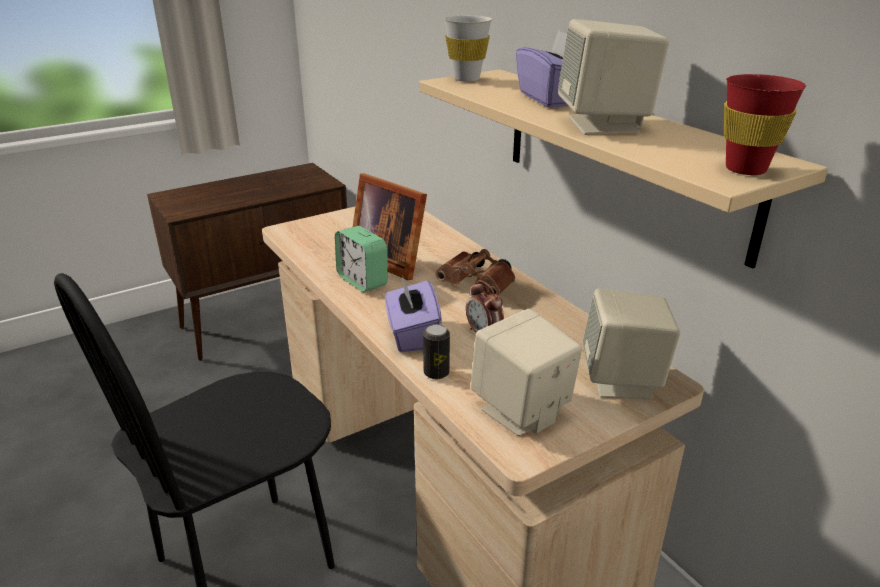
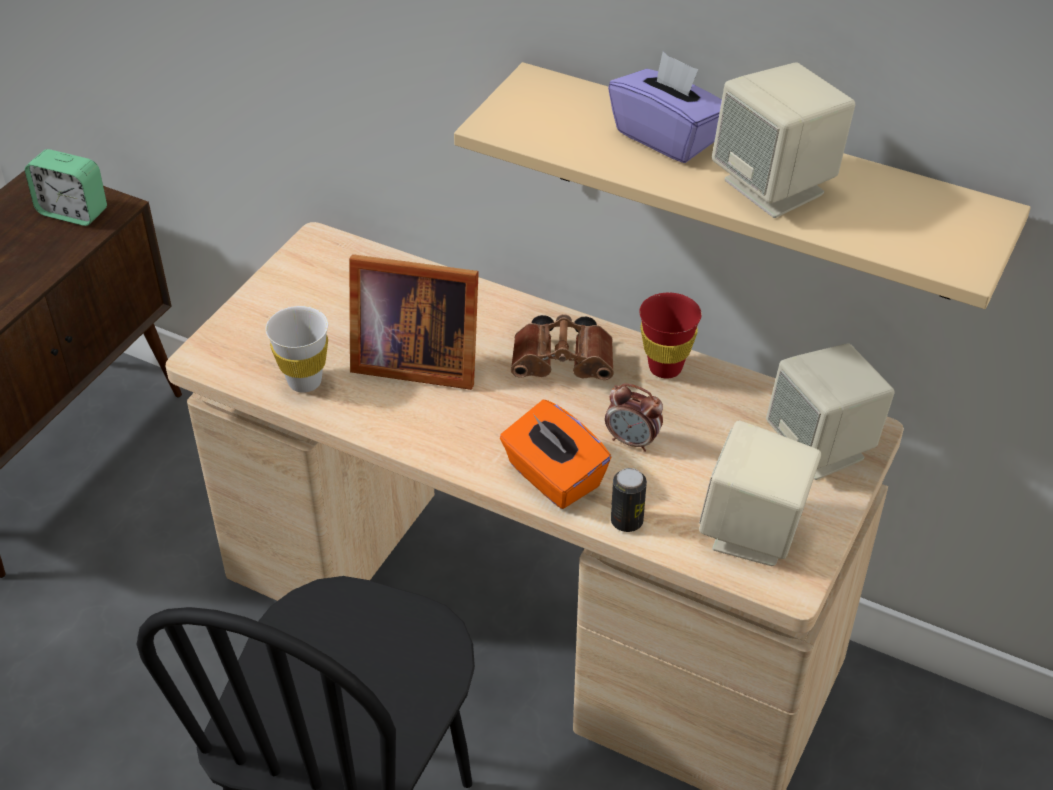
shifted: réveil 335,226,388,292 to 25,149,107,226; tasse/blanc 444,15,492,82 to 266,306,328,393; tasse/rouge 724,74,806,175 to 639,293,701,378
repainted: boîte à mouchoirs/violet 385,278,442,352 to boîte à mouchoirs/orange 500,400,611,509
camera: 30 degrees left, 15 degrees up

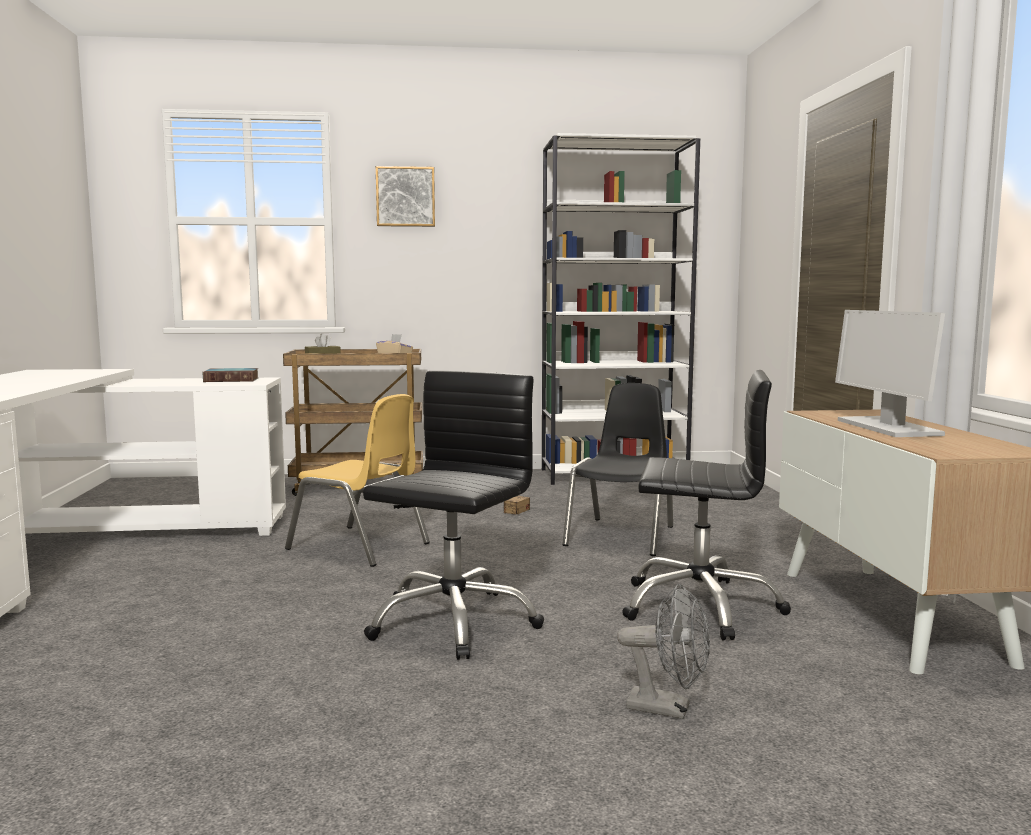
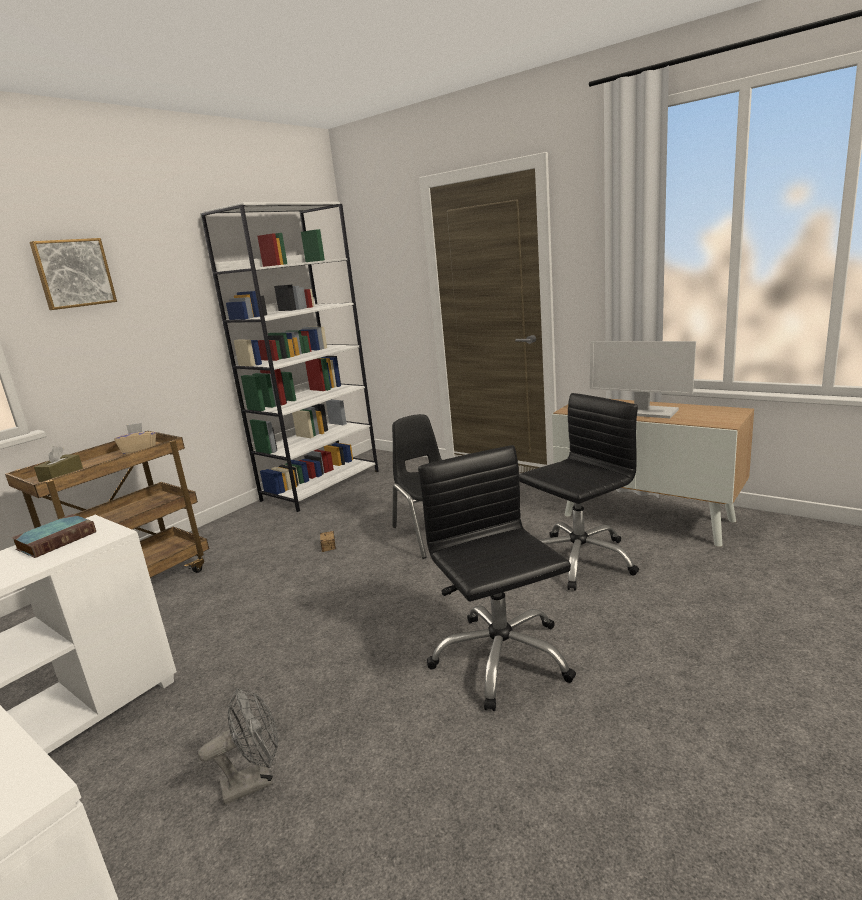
gone: chaise/jaune 285,394,430,567
shifted: ventilateur/gris 617,584,710,719 to 198,688,278,805
camera: 45 degrees left, 10 degrees up

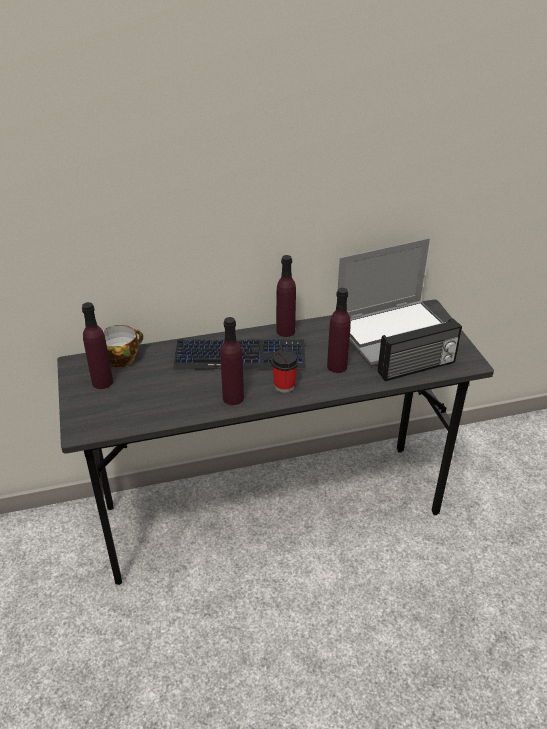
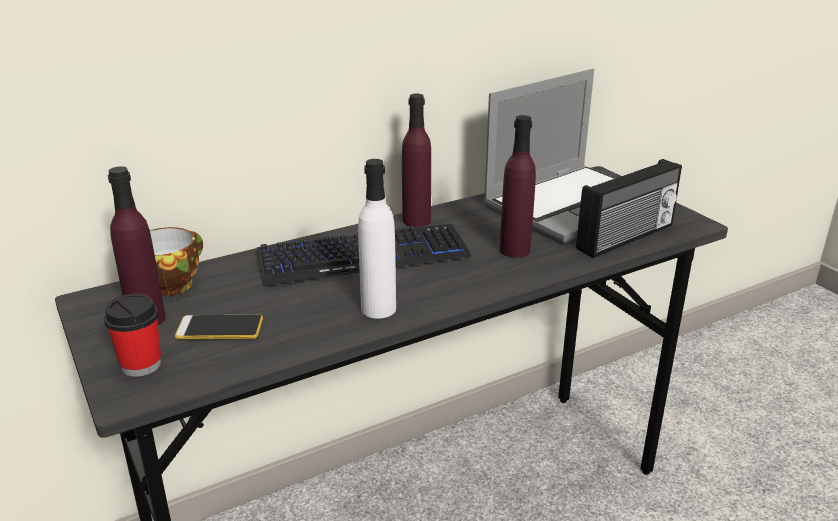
new: téléphone 175,315,263,340
shifted: tasse 271,349,298,393 to 104,294,161,377
repainted: bouteille/violet 220,317,244,405 to bouteille/blanc 358,159,396,319
camera: 15 degrees left, 10 degrees down

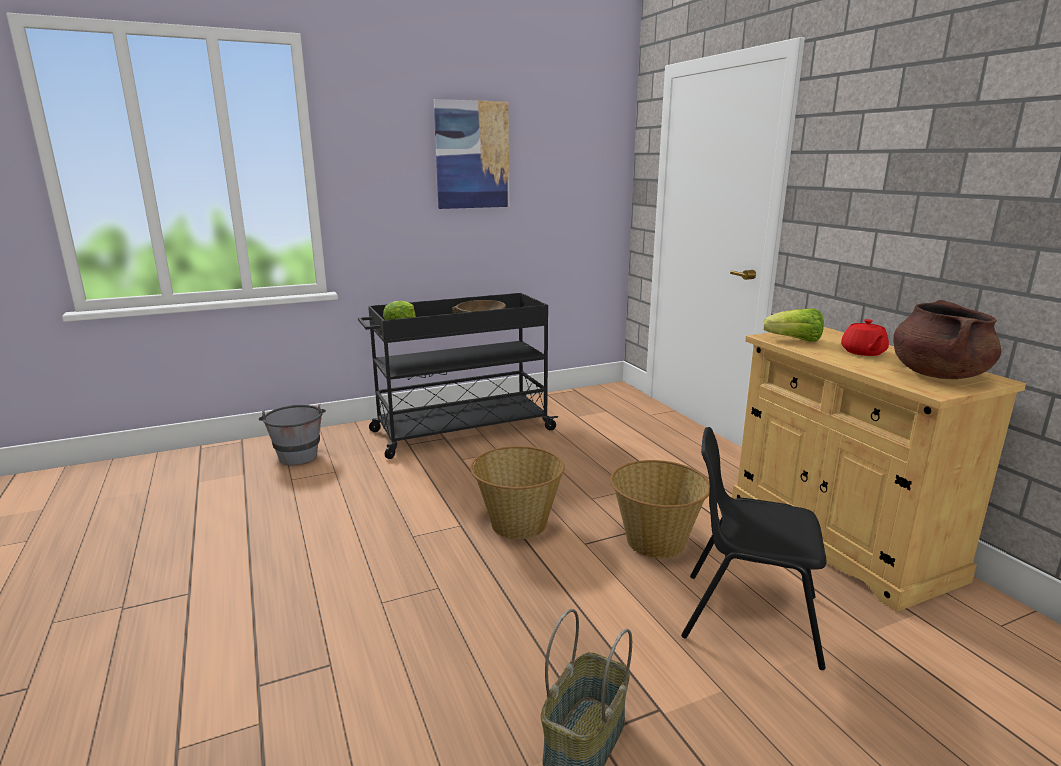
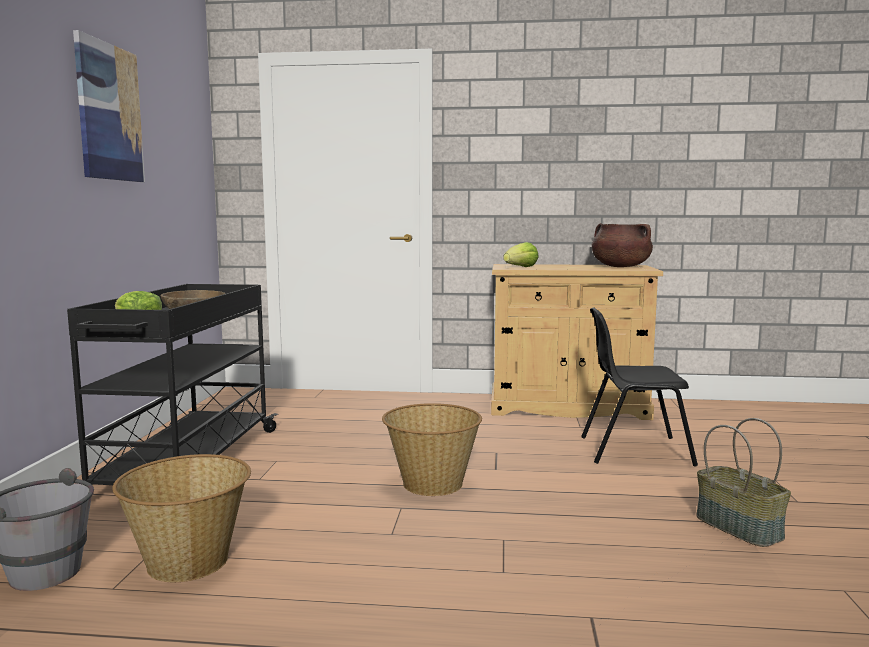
gone: théière/rouge 841,319,889,356
shifted: panier 610,460,710,558 to 112,454,251,582
rotated: chaise/noir 681,427,826,670 = 581,307,698,467 45 degrees clockwise
camera: 60 degrees left, 10 degrees down

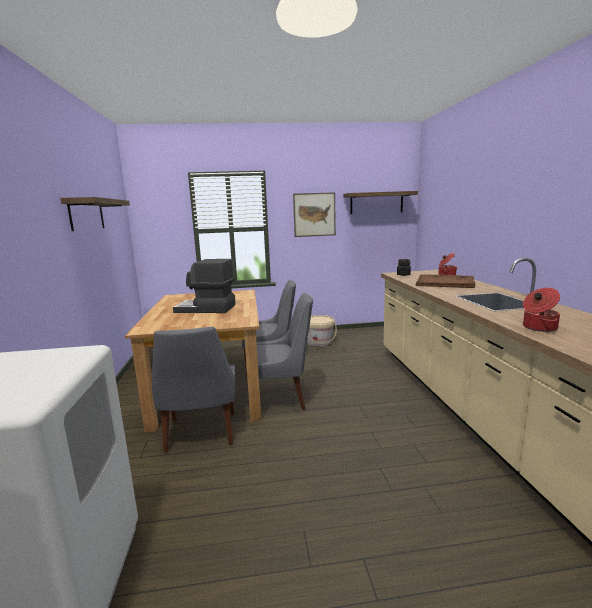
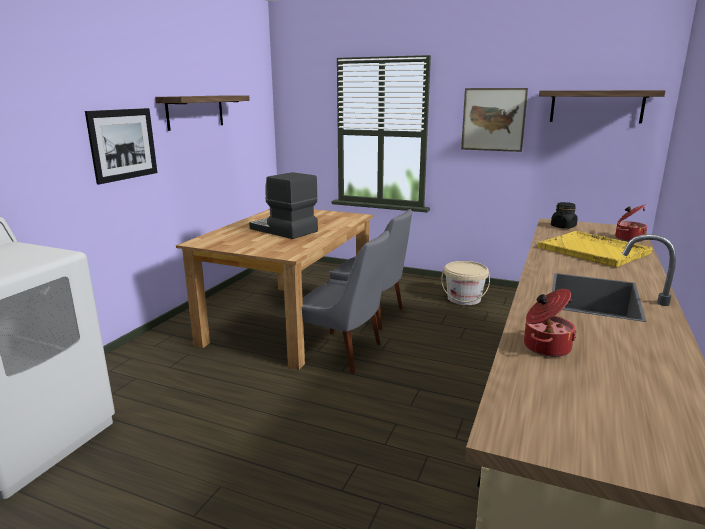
gone: chaise/gris 152,327,235,453
new: tableau 85,108,157,184
repainted: plateau/marron 416,274,475,288 to plateau/jaune 538,231,652,267
camera: 30 degrees right, 5 degrees up

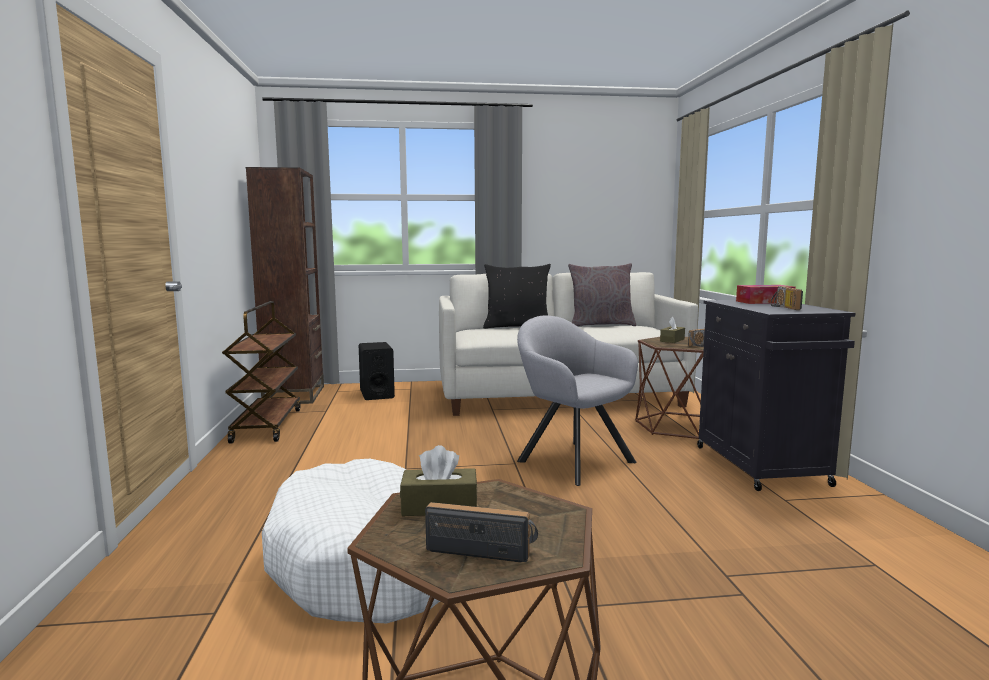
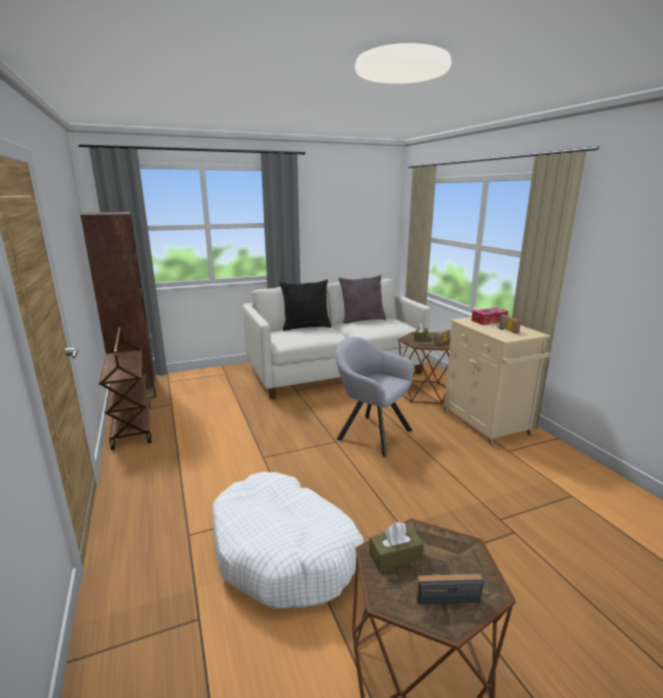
gone: enceinte/noir 359,342,395,400
repainted: meuble de rangement/noir 697,300,855,491 to meuble de rangement/beige 443,317,551,446
camera: 15 degrees left, 10 degrees up

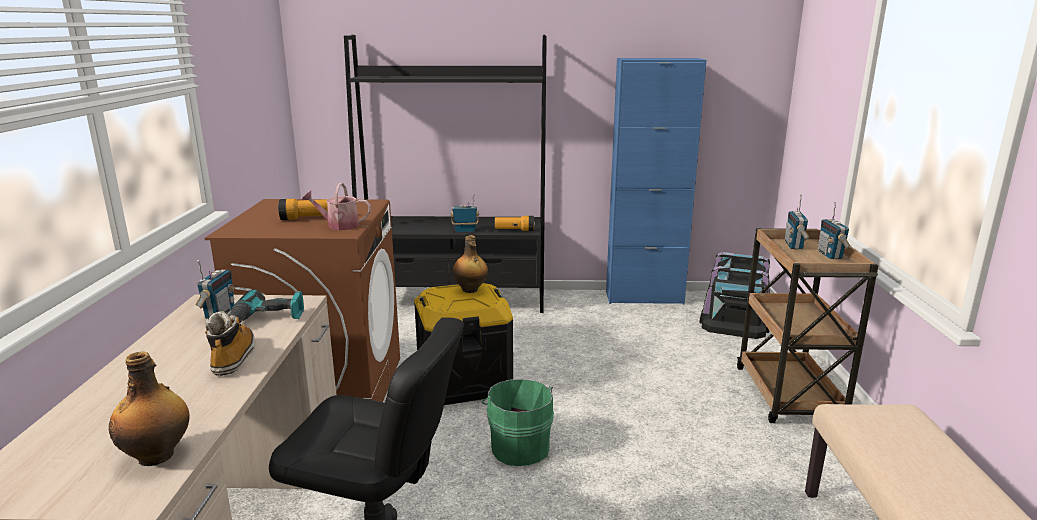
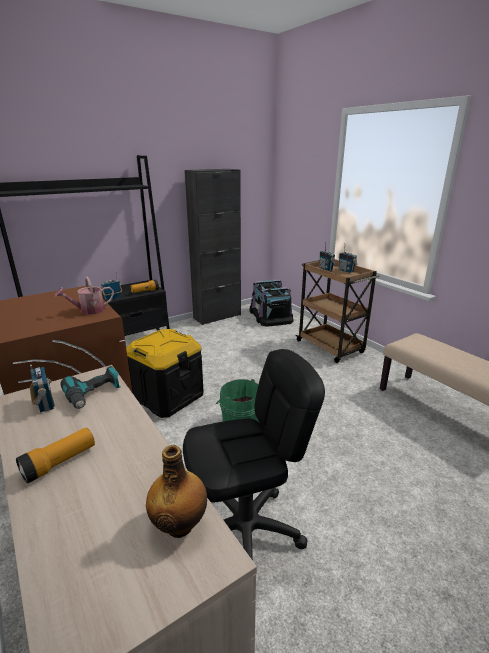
gone: botte 205,311,255,376; bouteille 453,235,488,293
shifted: lampe de poche 278,199,328,220 to 16,427,95,483
repainted: meuble de rangement/bleu 606,58,706,305 to meuble de rangement/noir 185,169,241,325
camera: 35 degrees left, 5 degrees up

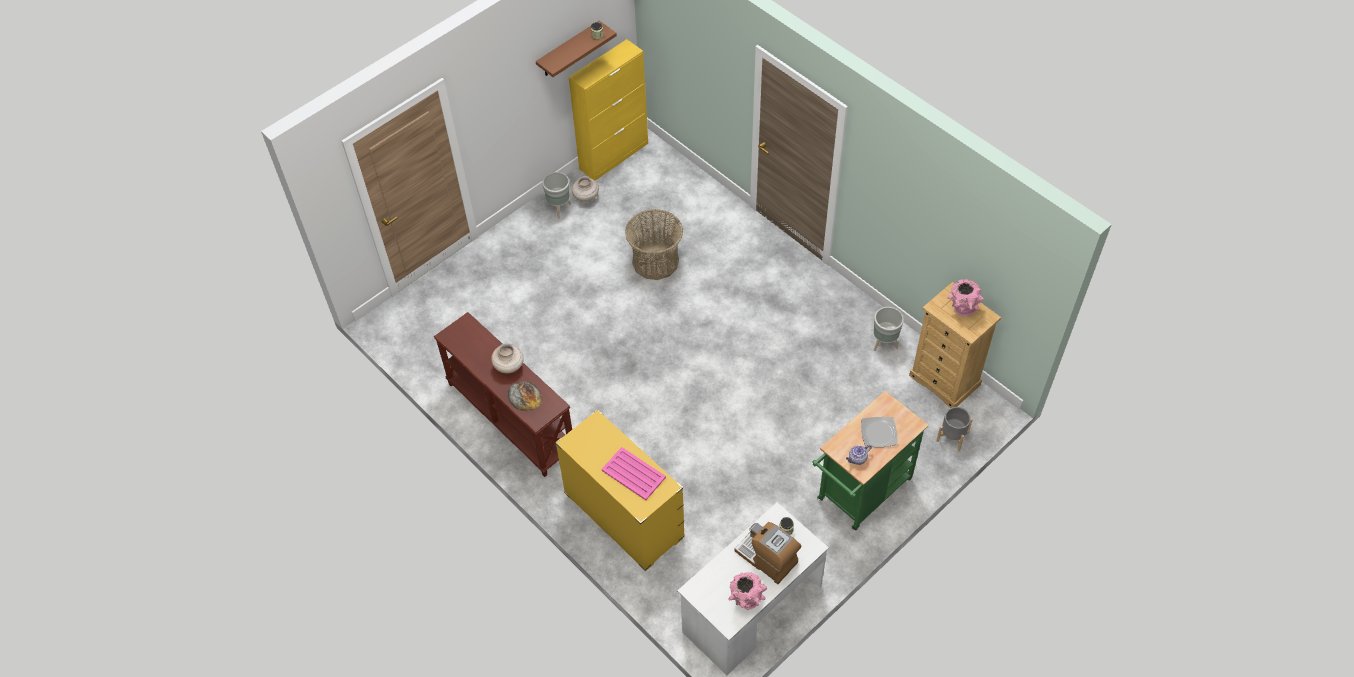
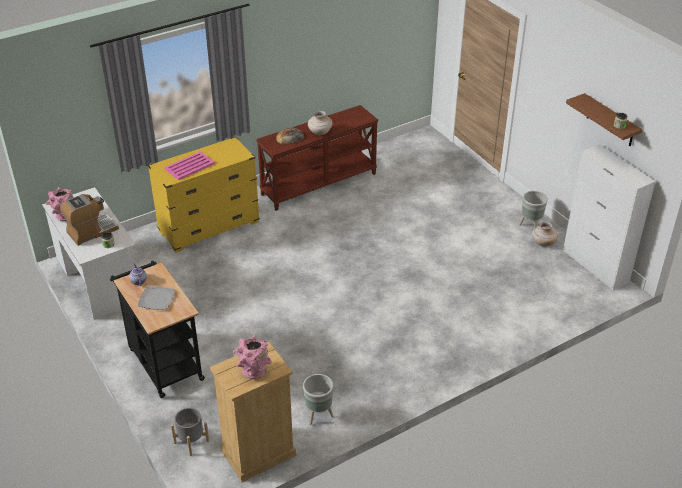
gone: panier 625,209,683,280
repainted: chariot/vert 813,391,929,530 to chariot/noir 110,261,205,398; meuble de rangement/jaune 569,39,648,181 to meuble de rangement/blanc 563,144,656,290
camera: 100 degrees right, 15 degrees down

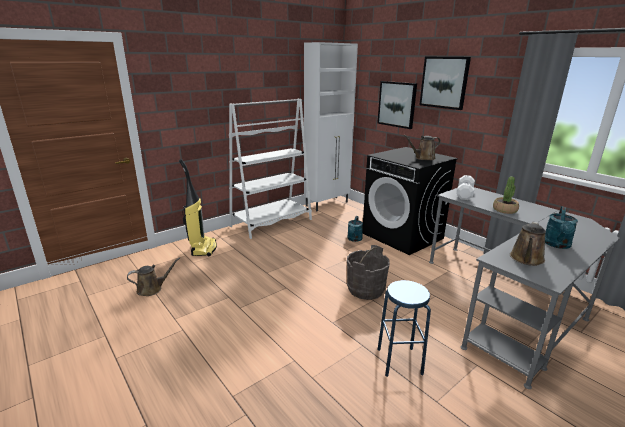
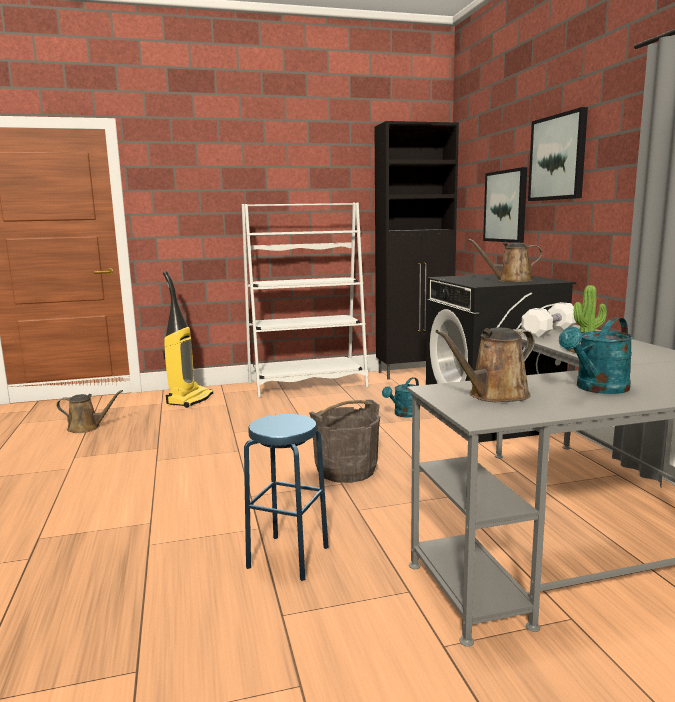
repainted: meuble de rangement/blanc 304,42,358,211 to meuble de rangement/noir 375,121,459,380
camera: 25 degrees right, 10 degrees down

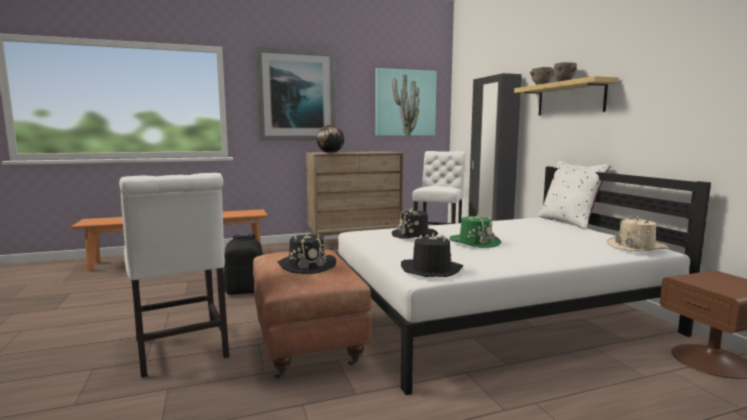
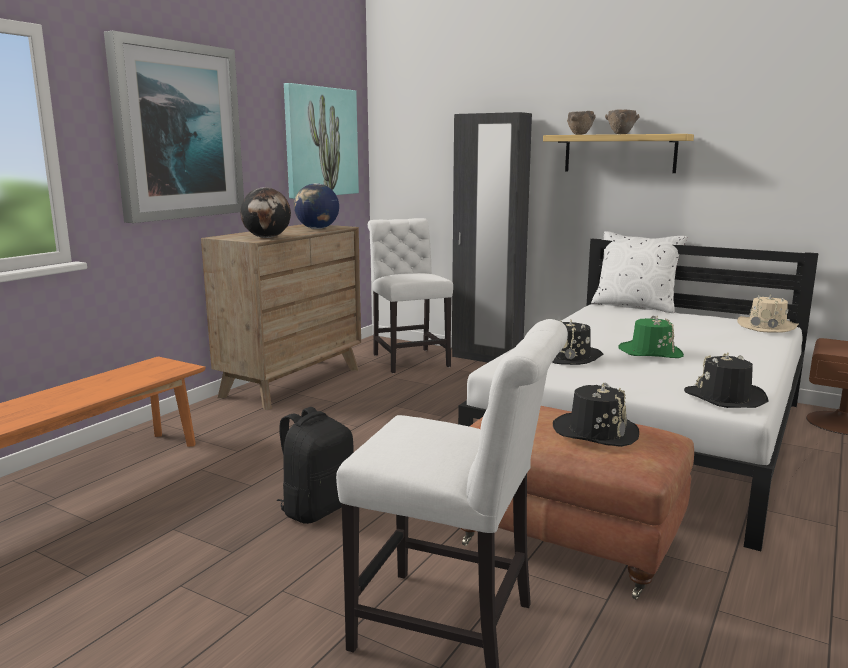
new: globe 294,183,339,229
camera: 40 degrees left, 5 degrees up

